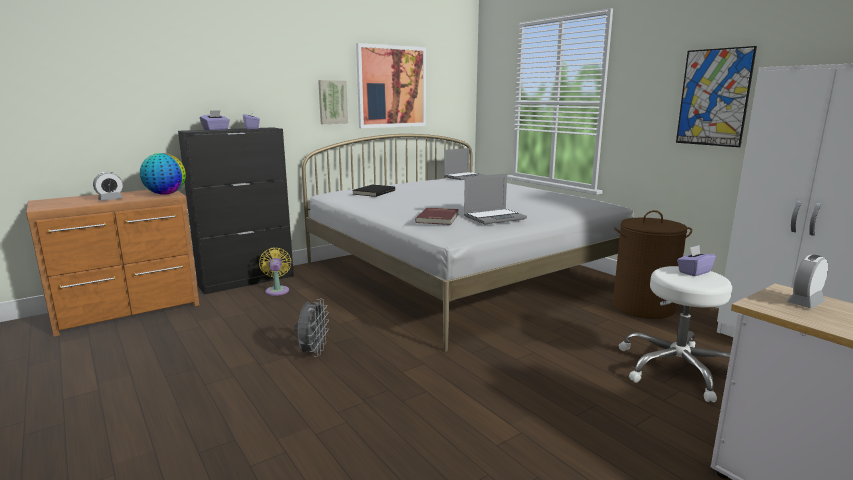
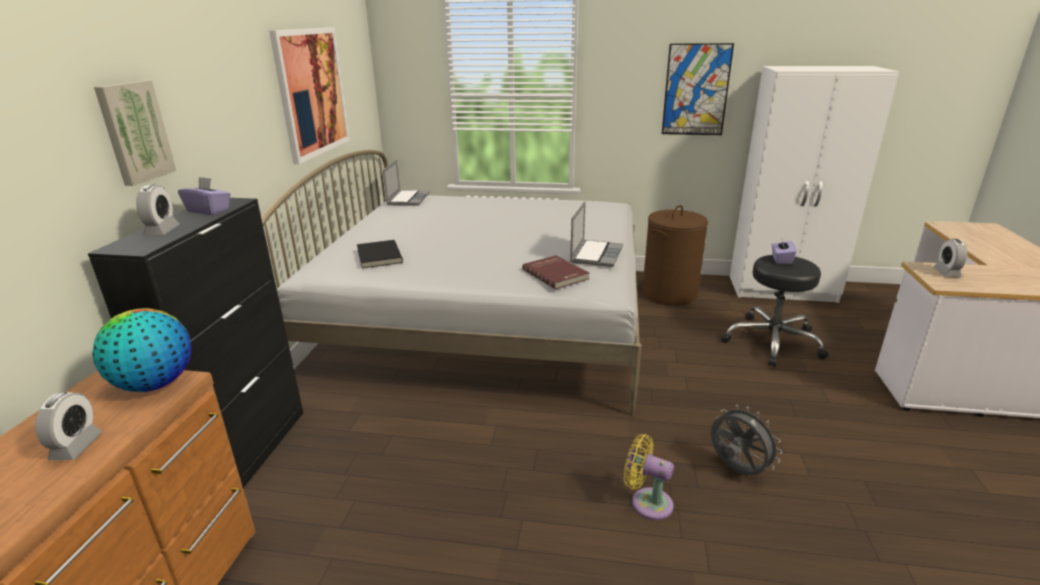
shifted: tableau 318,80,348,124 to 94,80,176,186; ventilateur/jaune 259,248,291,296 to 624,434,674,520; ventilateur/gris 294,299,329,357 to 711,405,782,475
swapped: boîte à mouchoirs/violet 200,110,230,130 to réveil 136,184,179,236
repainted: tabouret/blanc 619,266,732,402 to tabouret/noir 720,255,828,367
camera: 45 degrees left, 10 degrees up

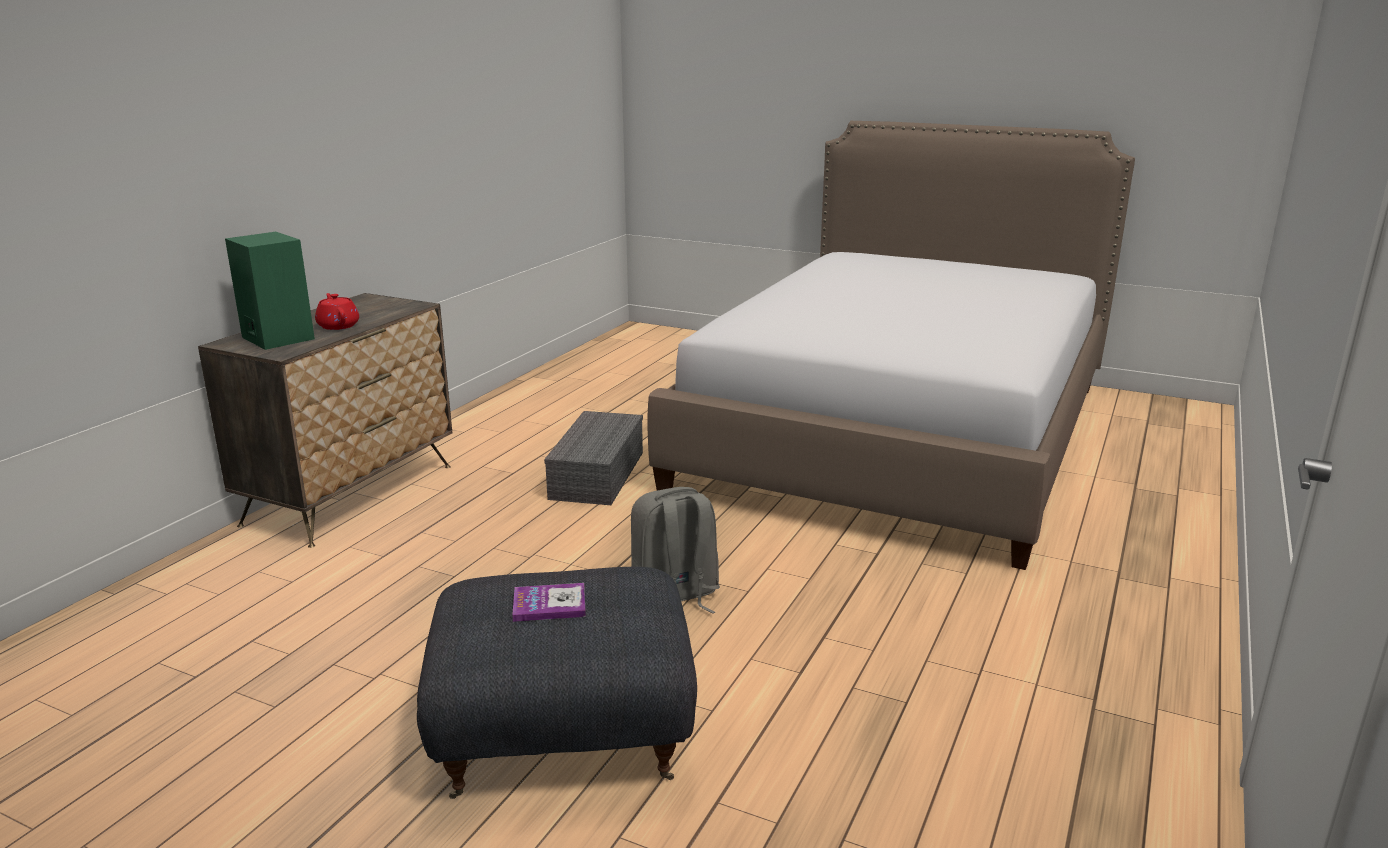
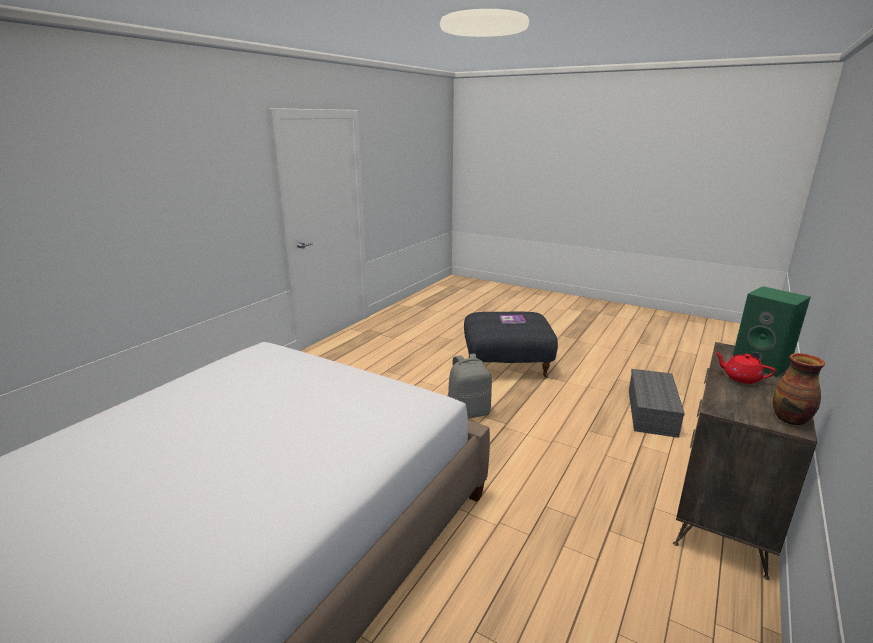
new: vase 773,353,825,425
shifted: boîte de rangement/gris 544,411,643,505 to 629,369,685,438
rotated: théière/rouge 315,293,359,330 = 715,352,776,384 150 degrees clockwise
camera: 175 degrees left, 0 degrees up

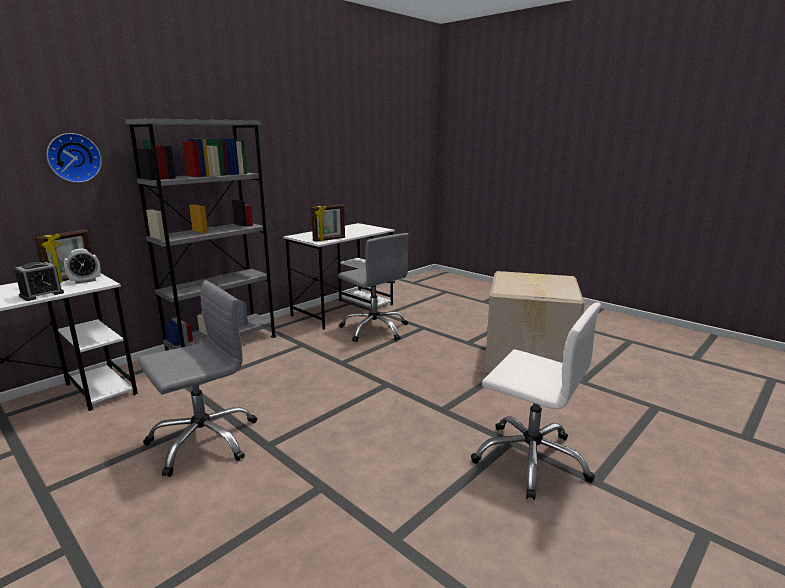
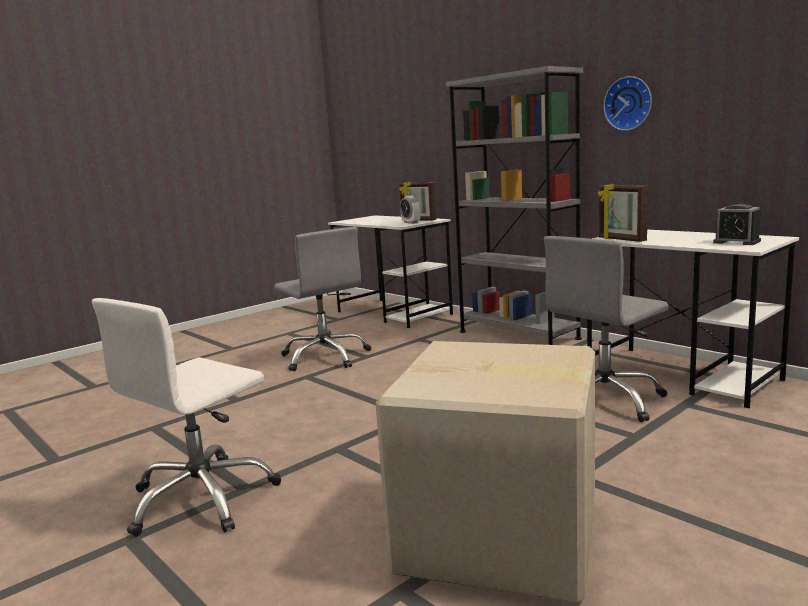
shifted: horloge murale 47,133,102,183 to 604,76,652,131; réveil 15,262,64,301 to 713,204,761,245
camera: 95 degrees right, 5 degrees down

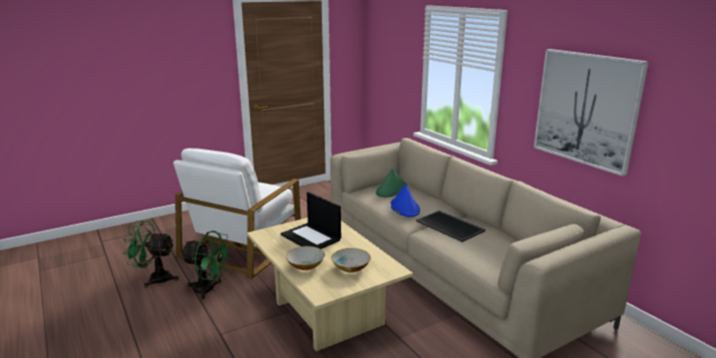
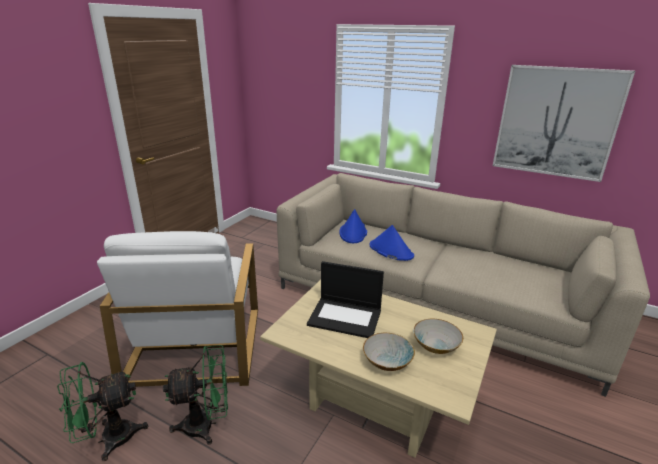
gone: plateau 416,211,485,242
repainted: chapeau/vert 376,168,408,197 to chapeau/bleu 340,209,367,243
camera: 30 degrees left, 5 degrees up

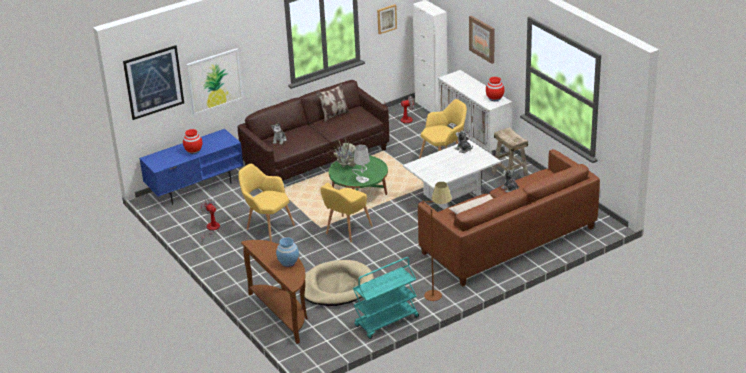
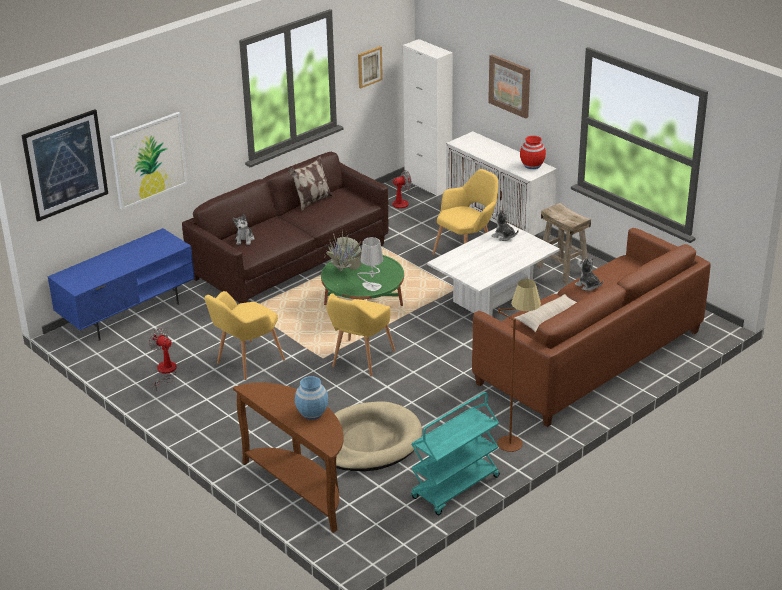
gone: vase/rouge 183,129,202,154
rotated: fauteuil/jaune 238,164,295,242 = 205,291,285,380 75 degrees counterclockwise
camera: 10 degrees left, 0 degrees up

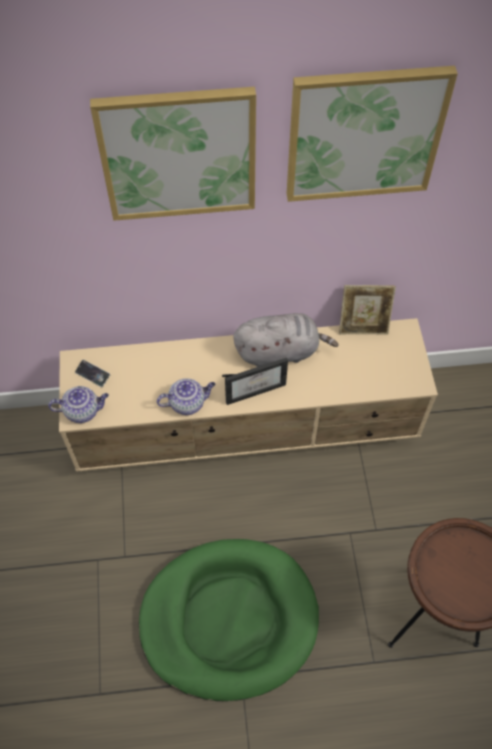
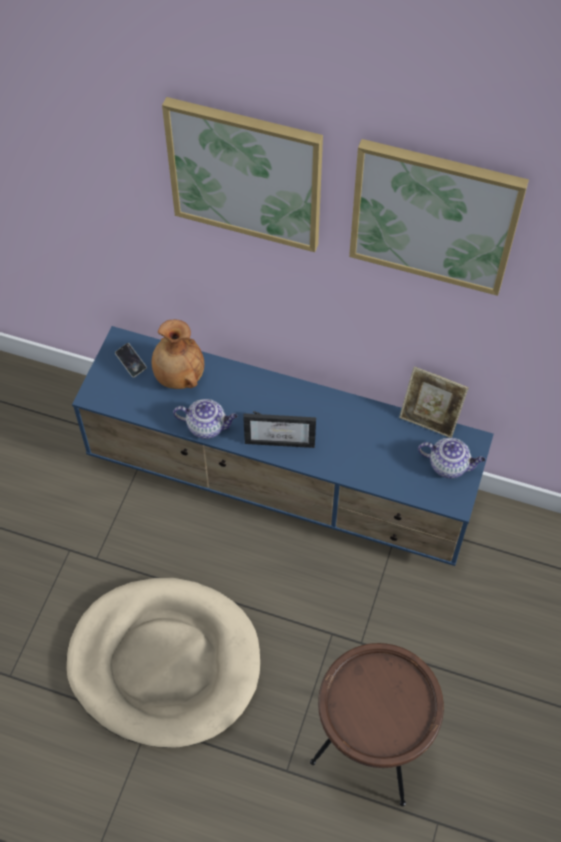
gone: peluche/gris 233,313,339,367
new: vase/marron 152,319,204,389
shifted: théière 48,386,109,423 to 418,438,485,478
repainted: panier pour chien/vert 139,539,319,701 to panier pour chien/beige 66,578,260,748; meuble télé/beige 59,318,438,472 to meuble télé/bleu 72,326,494,566
camera: 25 degrees right, 0 degrees up

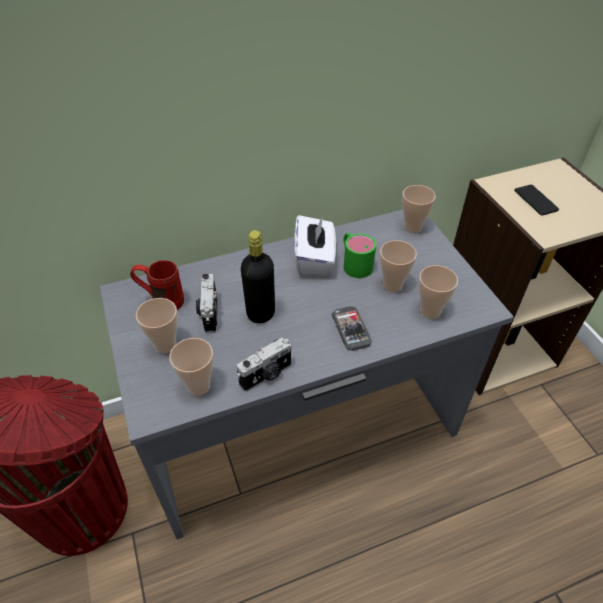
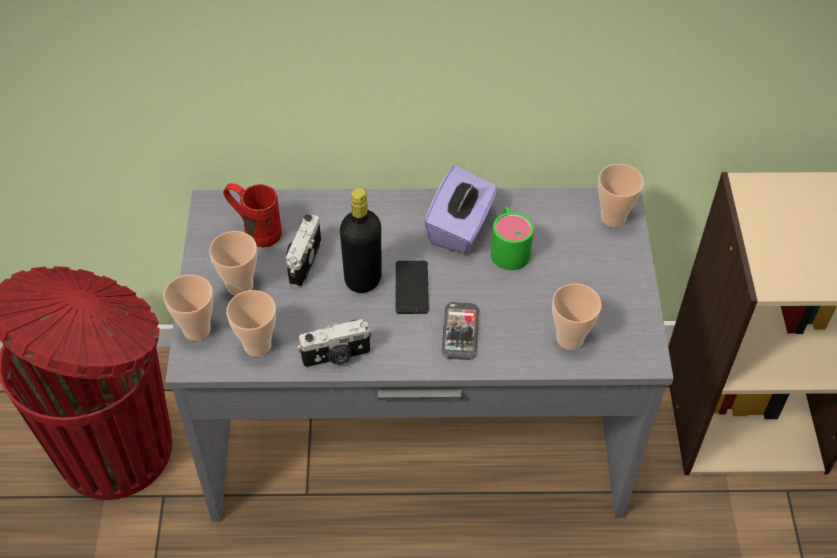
shifted: tasse 380,240,417,292 to 163,275,213,341; téléphone 514,185,559,216 to 395,261,429,314
repainted: boîte à mouchoirs/blanc 294,215,336,276 to boîte à mouchoirs/violet 424,166,497,254
camera: 20 degrees right, 5 degrees up

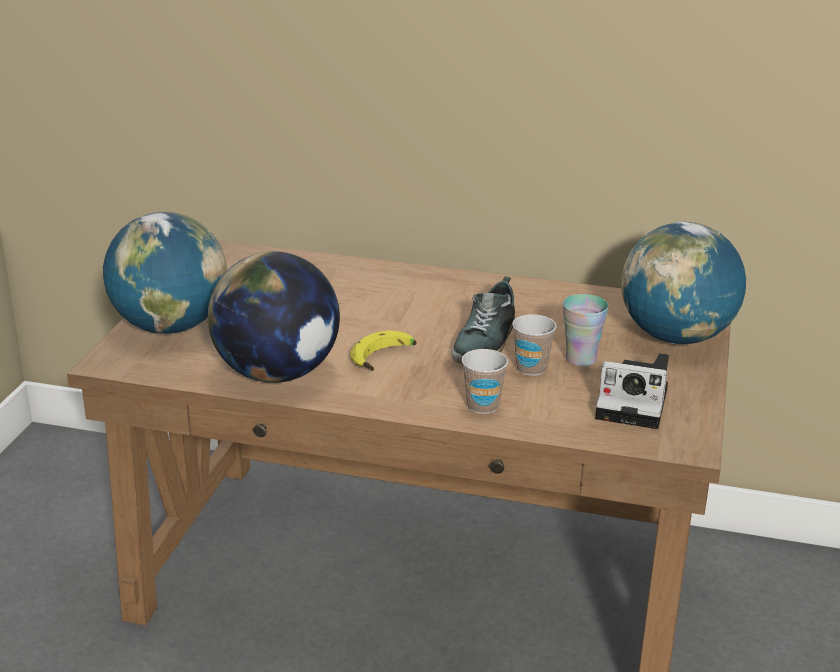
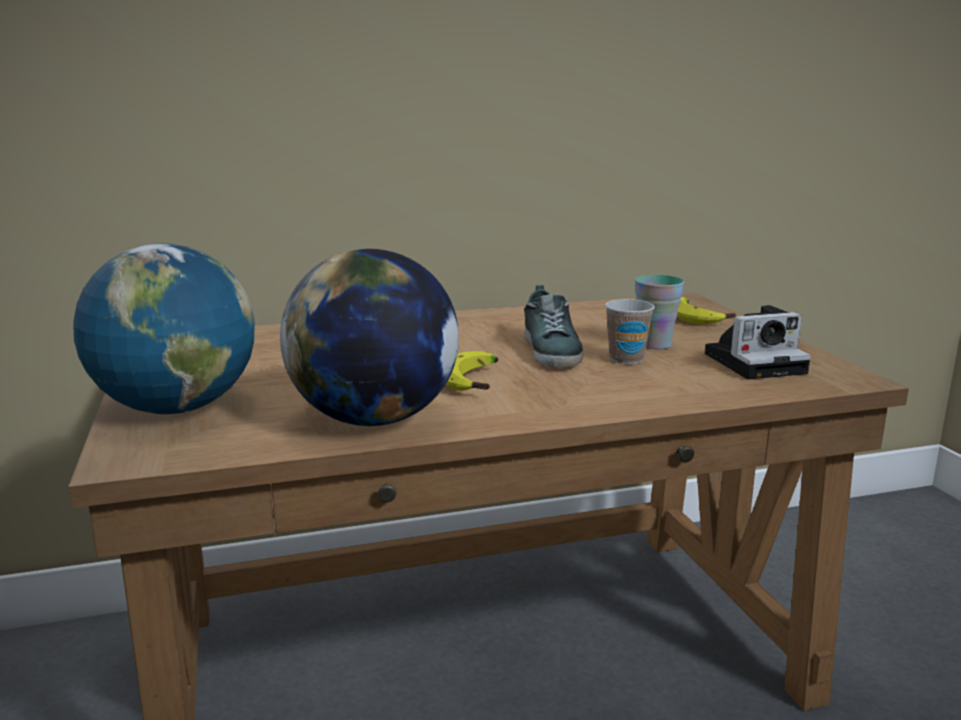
gone: tasse 462,349,508,414
swapped: globe 621,221,746,344 to banane 677,297,736,325
camera: 30 degrees left, 10 degrees down

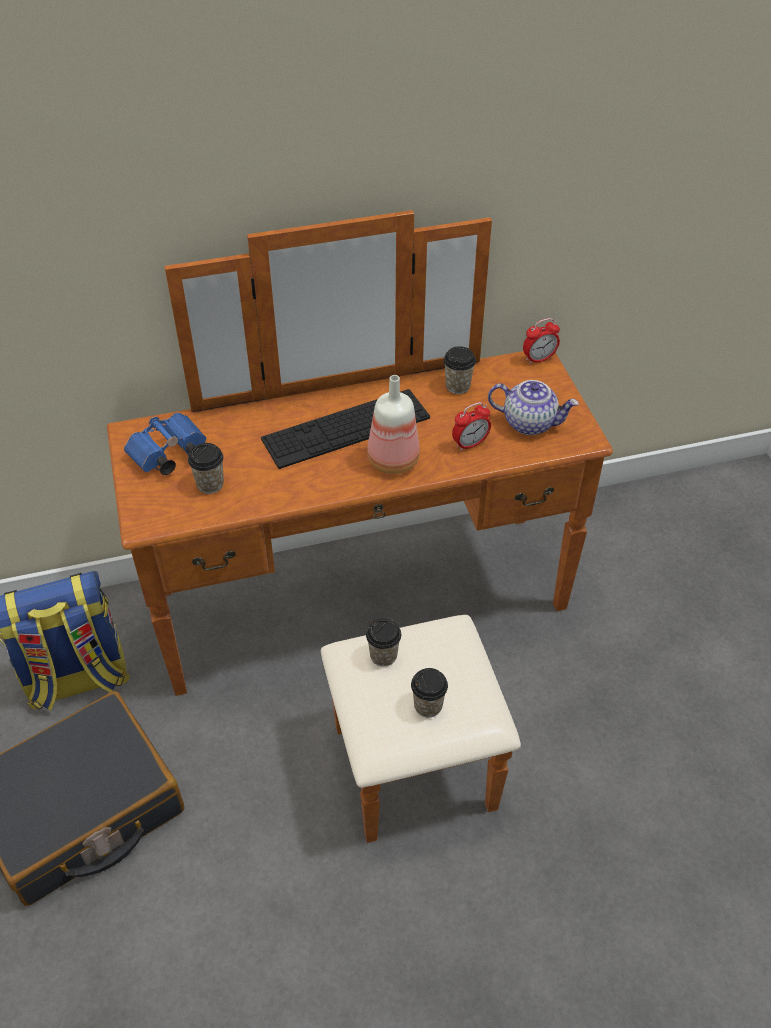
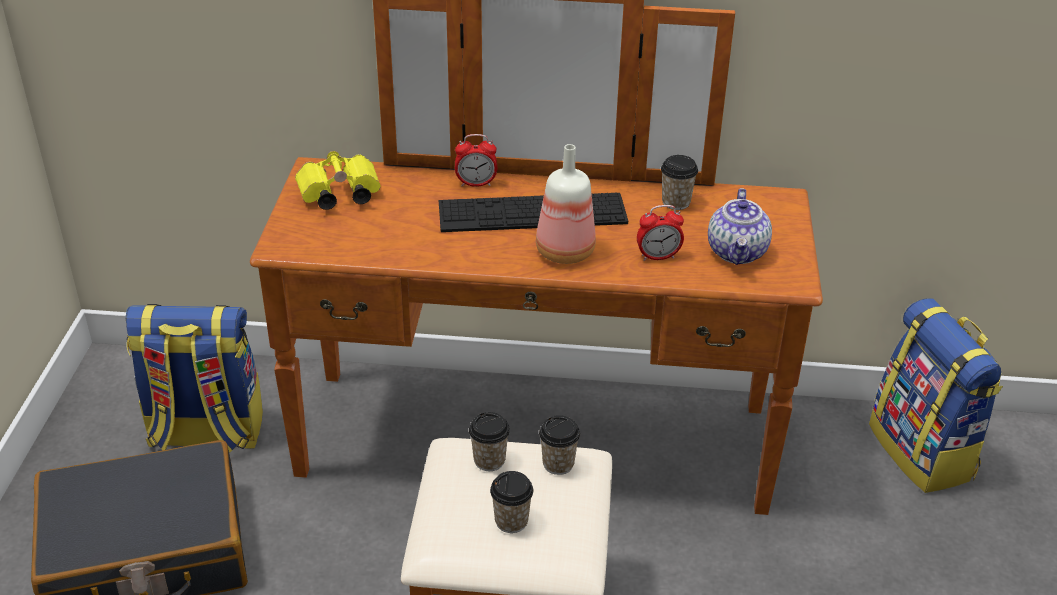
new: sac à dos 869,298,1003,493
shifted: réveil 523,318,560,364 to 455,134,497,187; tasse 188,443,224,494 to 539,415,580,475
repainted: jumelles/bleu 124,413,206,475 to jumelles/jaune 295,151,380,210
rotated: théière 488,380,579,435 = 708,188,772,265 60 degrees clockwise
camera: 20 degrees right, 10 degrees down

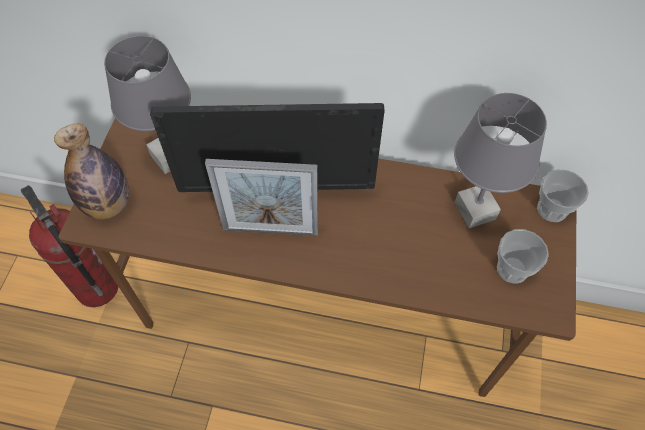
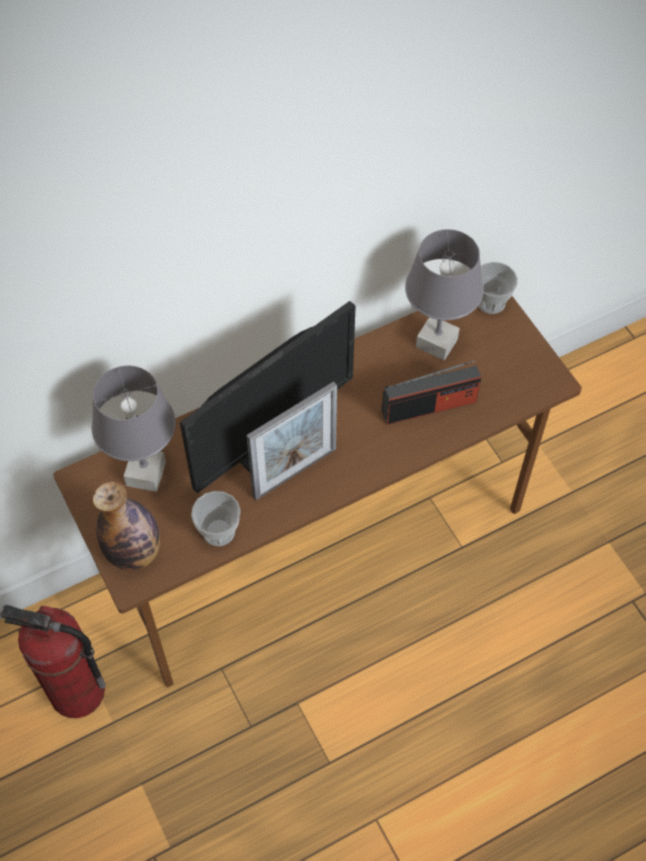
new: radio 382,360,481,425
shifted: tasse 497,229,549,283 to 191,491,241,546
camera: 40 degrees left, 0 degrees up

